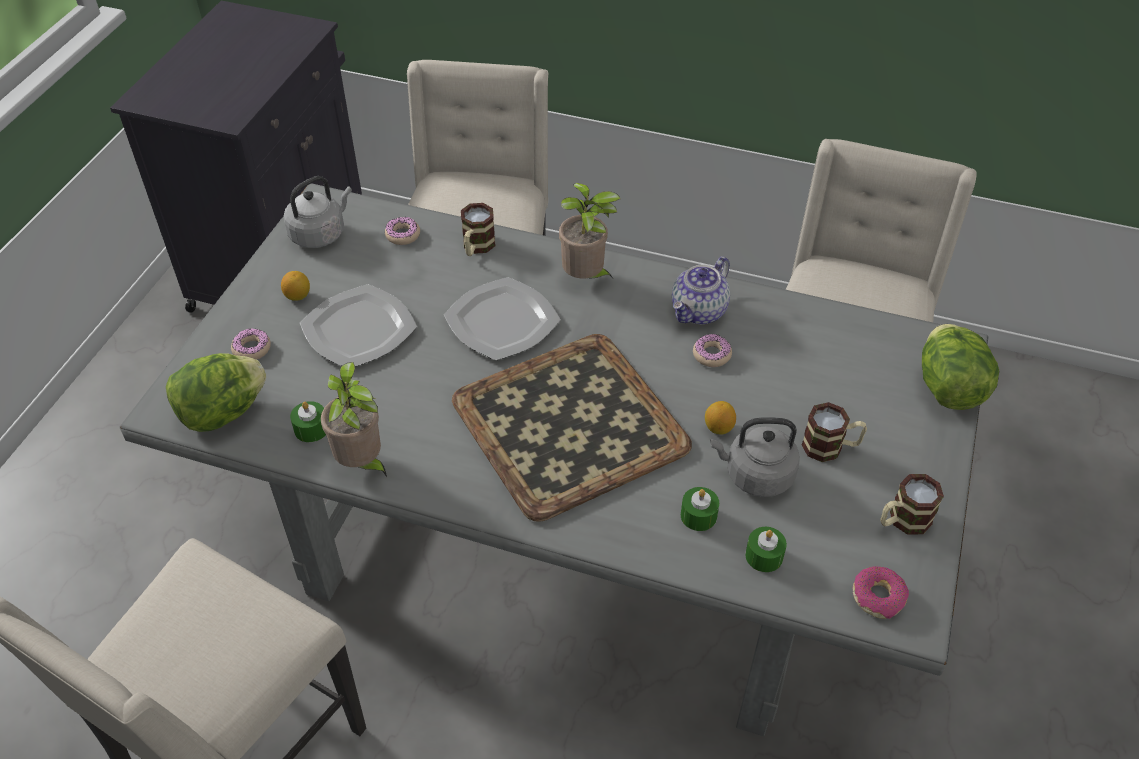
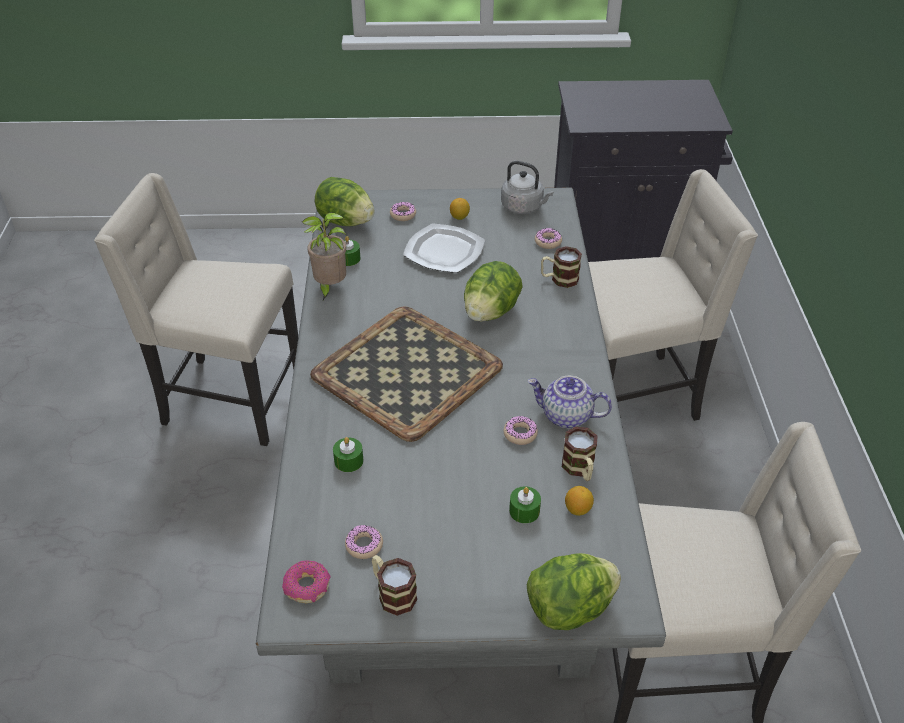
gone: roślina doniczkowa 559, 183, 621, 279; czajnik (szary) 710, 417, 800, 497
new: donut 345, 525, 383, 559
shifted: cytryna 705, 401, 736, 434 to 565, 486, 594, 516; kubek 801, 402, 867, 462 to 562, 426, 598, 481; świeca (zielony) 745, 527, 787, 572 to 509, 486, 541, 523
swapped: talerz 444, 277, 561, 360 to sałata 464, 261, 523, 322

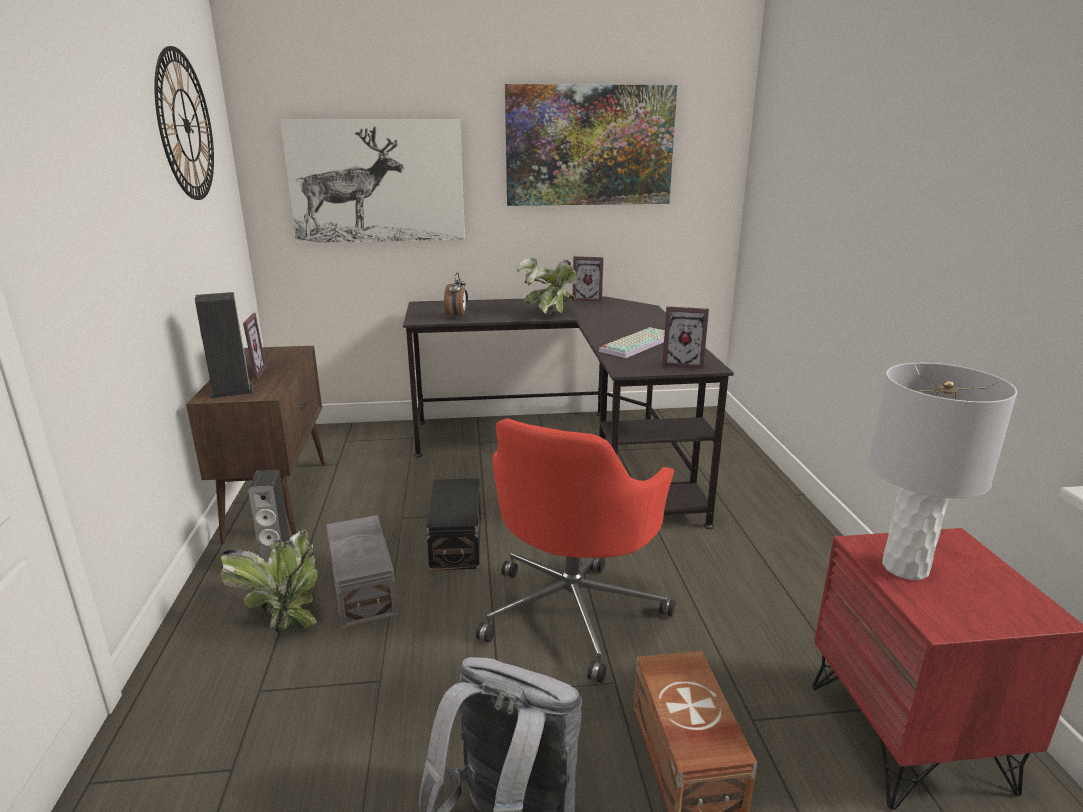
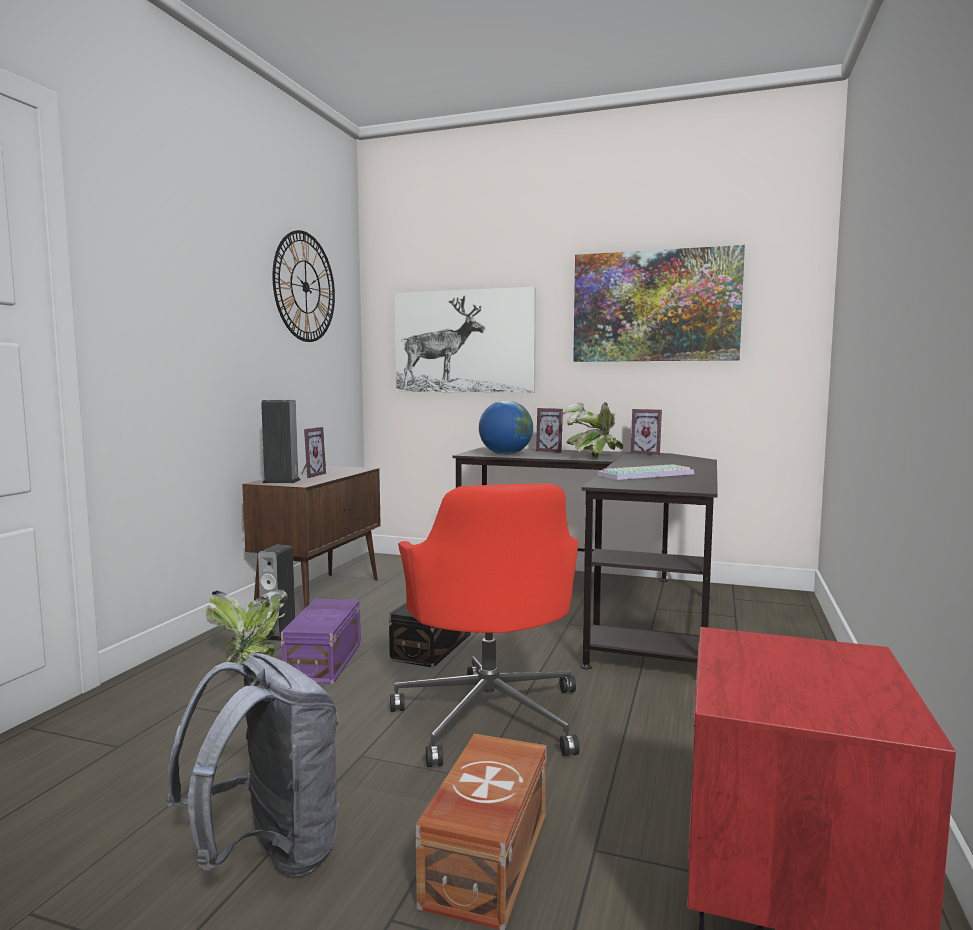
gone: lampa stołowa (szary) 869, 363, 1017, 580
shifted: ramka na zdjęcie 662, 306, 709, 370 to 536, 408, 563, 453
swapped: budzik 444, 273, 468, 320 to globus 479, 400, 533, 455
repainted: pojemnik do przechowywania (szary) 326, 515, 398, 629 to pojemnik do przechowywania (fioletowy) 281, 599, 361, 684
rotated: krzesło biurowe (czerwony) 476, 419, 675, 683 = 390, 484, 580, 767 60 degrees counterclockwise

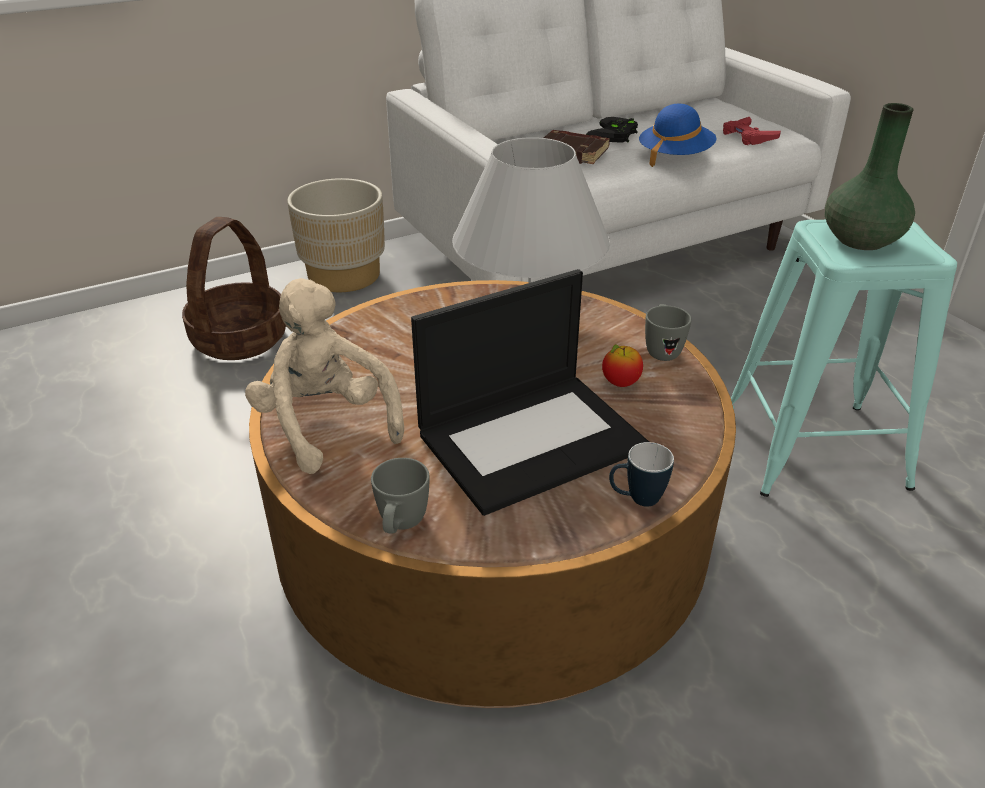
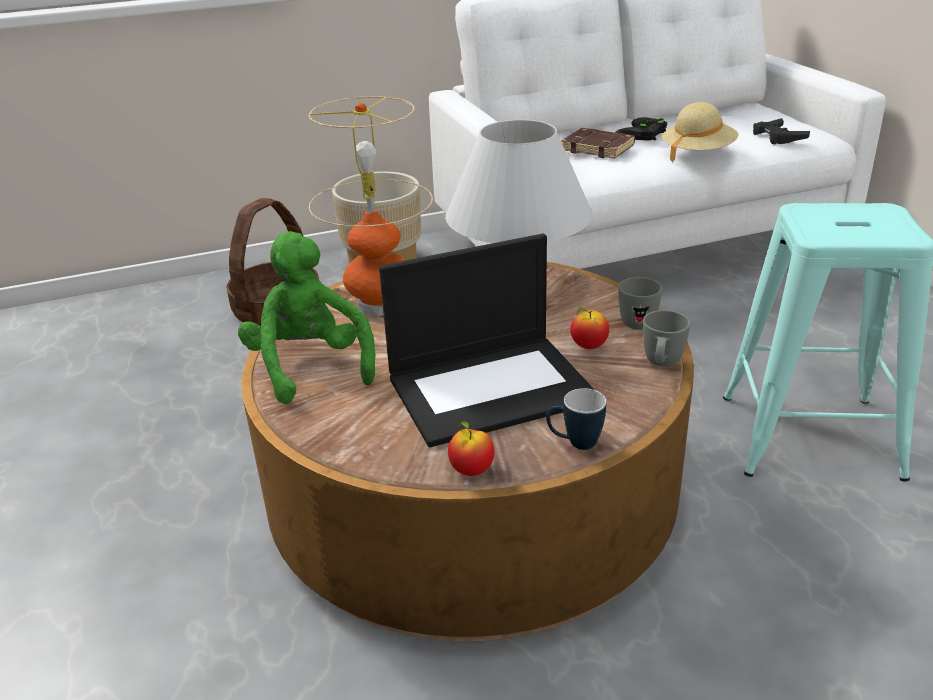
gone: wazon (zielony) 825, 103, 915, 250
new: lampa stołowa 309, 96, 433, 316; jabłko 448, 420, 494, 476
shifted: kubek (szary) 371, 458, 430, 533 to 643, 310, 691, 367
repainted: kapelusz (niebieski) 639, 104, 717, 167 to kapelusz (beżowy) 662, 102, 739, 162; pad do gier (czerwony) 723, 117, 781, 145 to pad do gier (czarny) 753, 118, 810, 145; pluszak (beżowy) 245, 278, 404, 474 to pluszak (zielony) 238, 231, 375, 404

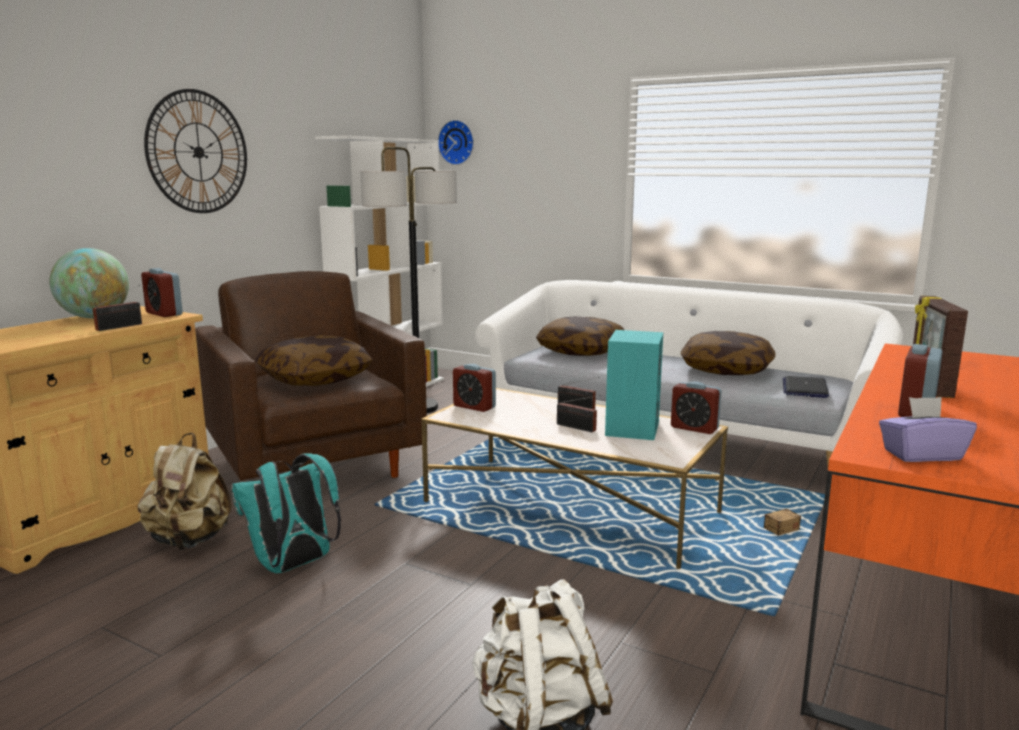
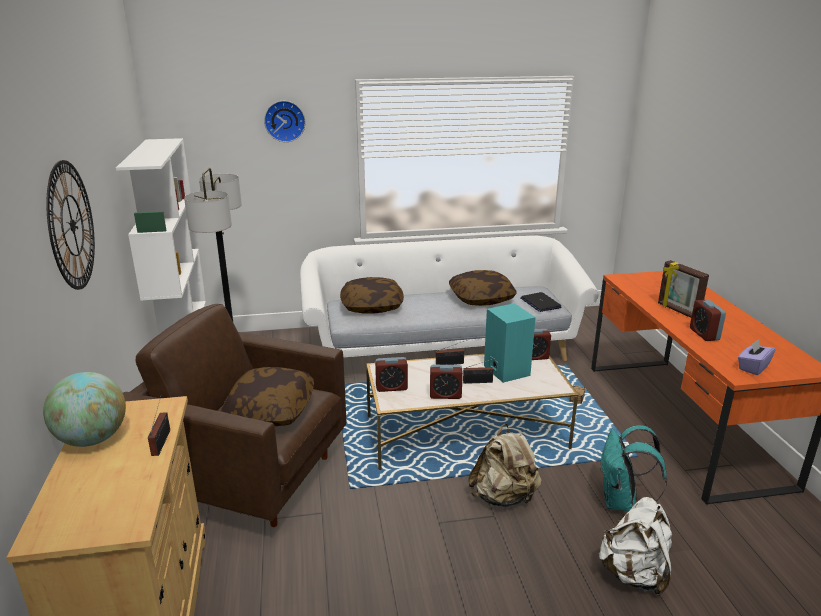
shifted: zegar ścienny 438, 120, 474, 165 to 264, 101, 305, 142; budzik 141, 268, 183, 317 to 430, 365, 463, 399; plecak (beżowy) 138, 433, 231, 550 to 468, 424, 542, 507; plecak (turkusowy) 231, 453, 341, 573 to 600, 425, 667, 512

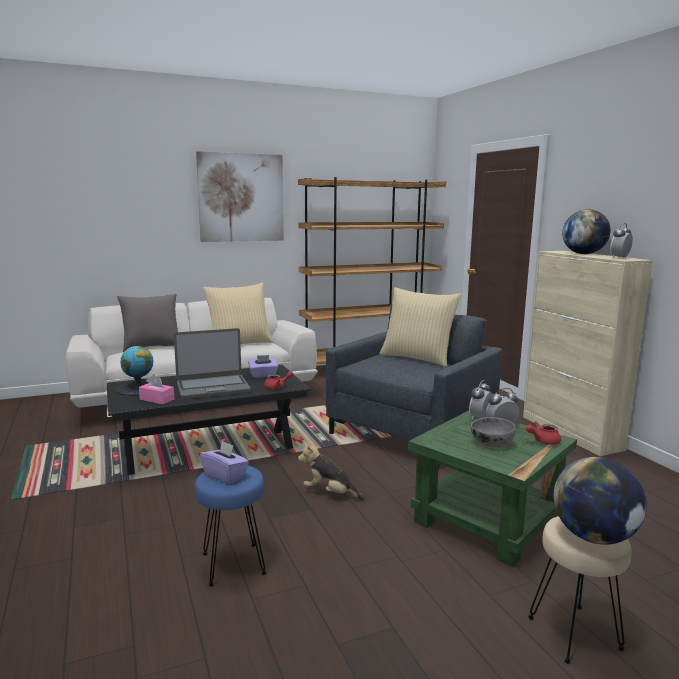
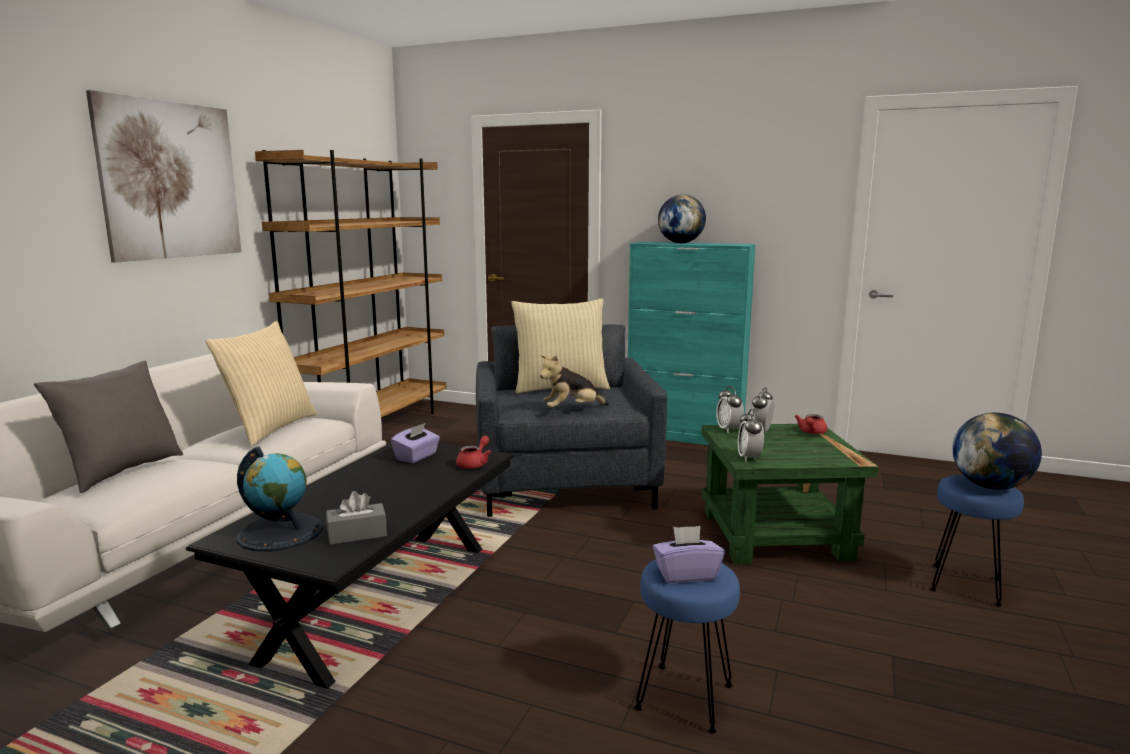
gone: laptop 174, 328, 251, 399; miska (szary) 471, 417, 516, 447
shifted: budzik 610, 223, 633, 259 to 738, 409, 764, 462; pluszak 298, 441, 366, 500 to 540, 355, 609, 407
repainted: szafka (beżowy) 523, 251, 653, 456 to szafka (turkusowy) 628, 242, 756, 445; pudełko chusteczek (różowy) 139, 375, 174, 404 to pudełko chusteczek (szary) 326, 491, 387, 545; stołek (beżowy) 528, 516, 632, 664 to stołek (niebieski) 930, 475, 1024, 607

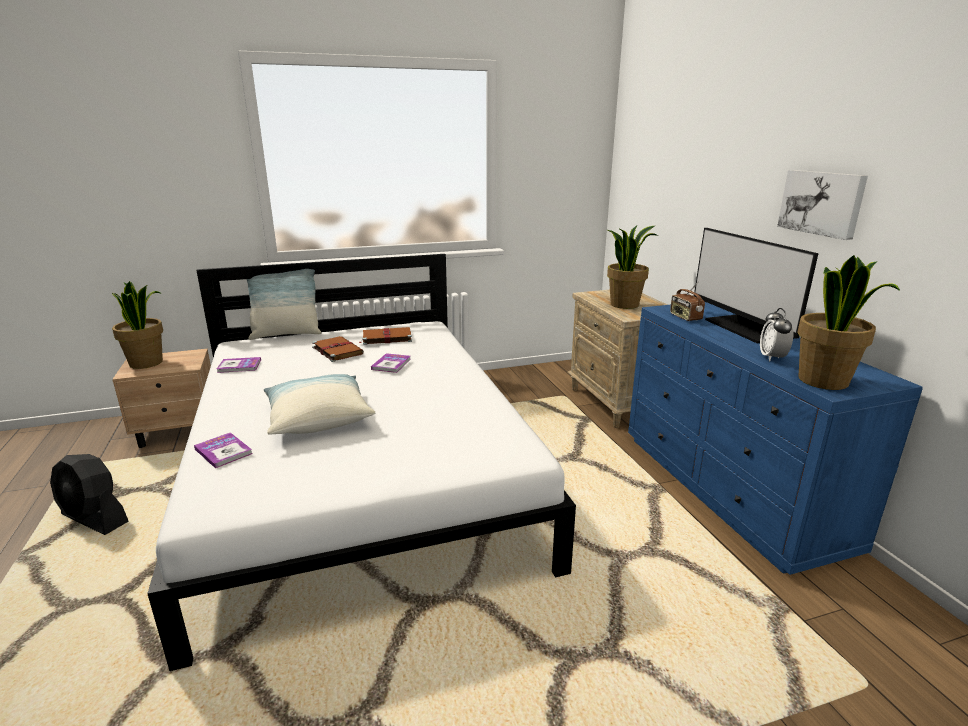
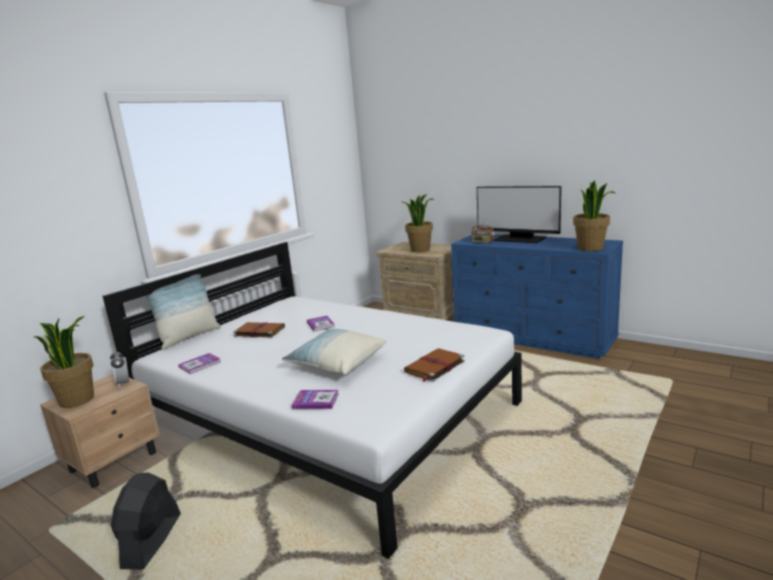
gone: obraz 777, 170, 868, 240
shifted: budzik 760, 308, 793, 361 to 110, 349, 129, 388; książka (brązowy) 360, 327, 412, 345 to 404, 348, 465, 382
rotated: wentylator (czarny) 50, 454, 129, 535 = 111, 472, 181, 570 105 degrees clockwise

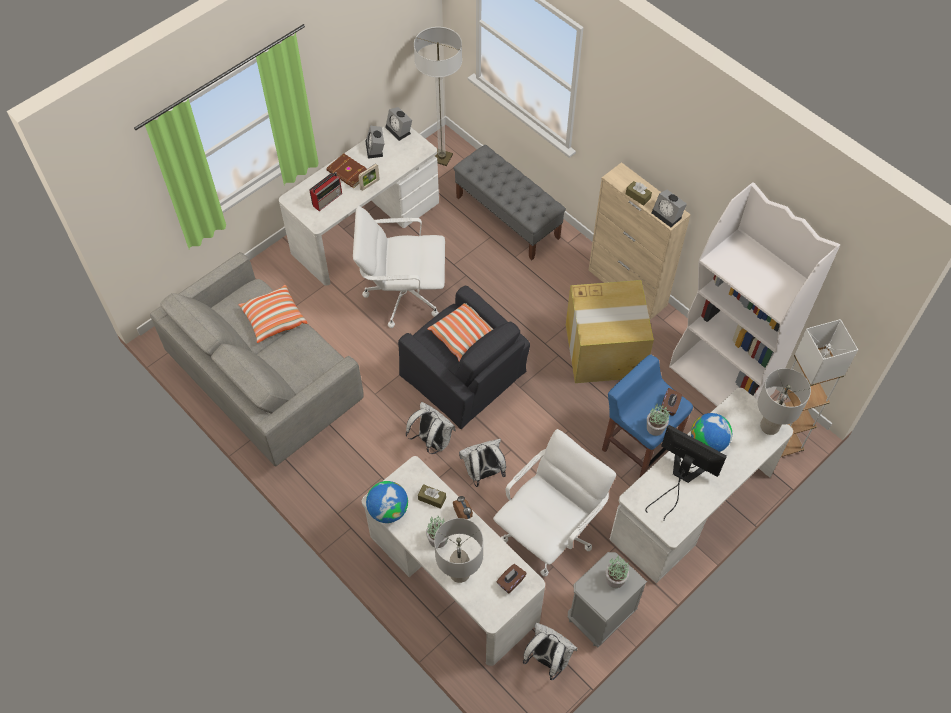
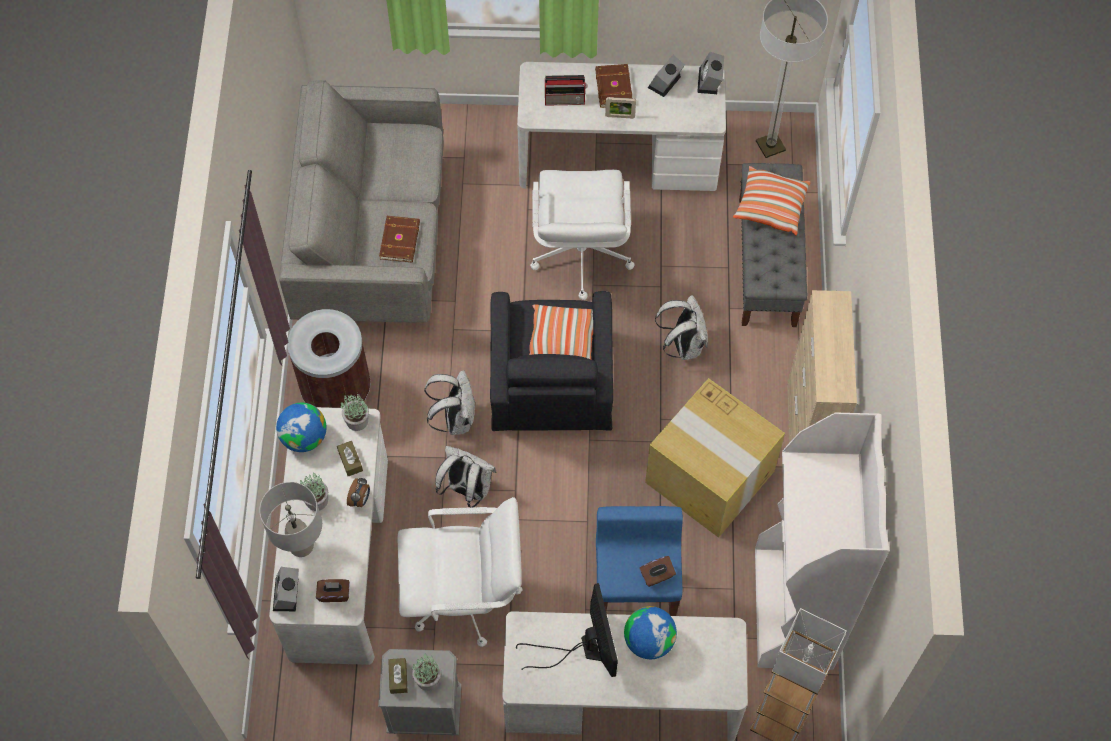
gone: lampa stołowa (szary) 758, 368, 811, 435
new: książka (brązowy) 379, 216, 420, 263; kosz na śmieci (brązowy) 287, 309, 371, 408
shifted: pudełko chusteczek (brązowy) 626, 181, 652, 206 to 388, 658, 408, 694; budzik 651, 190, 687, 227 to 273, 567, 299, 611; poduszka 238, 285, 307, 343 to 733, 166, 810, 235; roślina doniczkowa 647, 403, 670, 436 to 341, 394, 369, 431; plecak (biały) 523, 623, 577, 680 to 655, 295, 708, 360
rotated: krzesło biurowe (biały) 353, 206, 445, 328 = 530, 170, 634, 300 135 degrees counterclockwise

